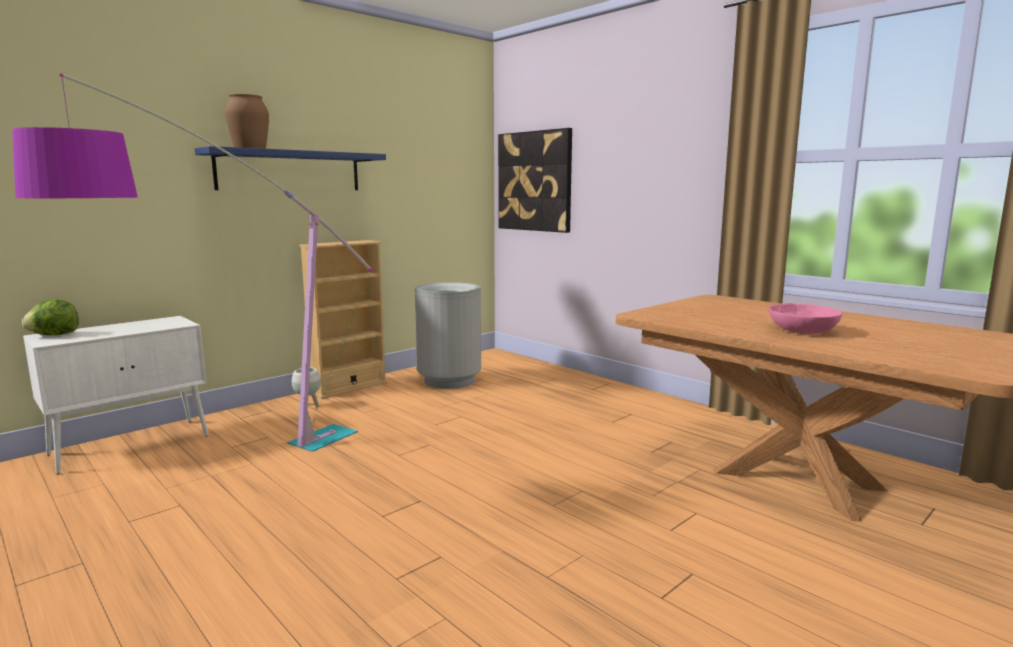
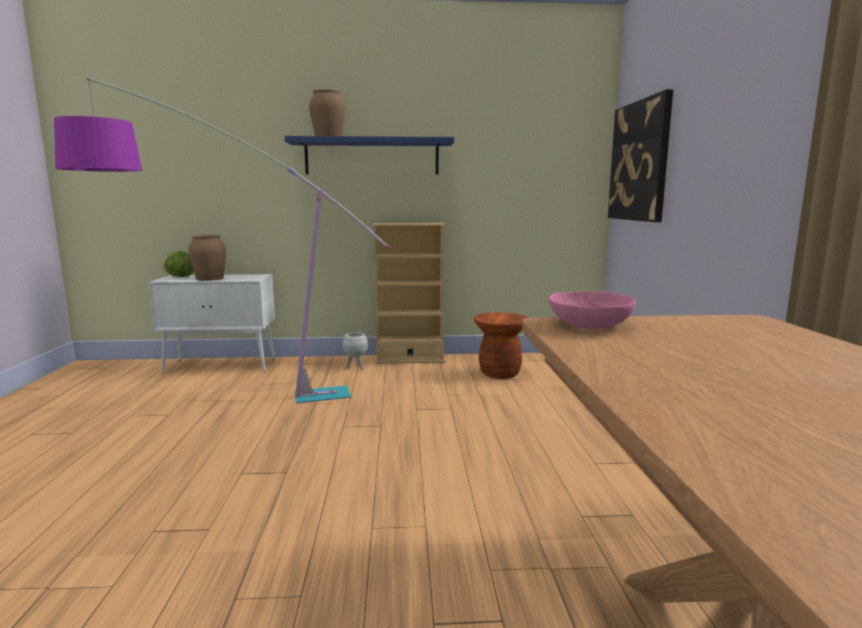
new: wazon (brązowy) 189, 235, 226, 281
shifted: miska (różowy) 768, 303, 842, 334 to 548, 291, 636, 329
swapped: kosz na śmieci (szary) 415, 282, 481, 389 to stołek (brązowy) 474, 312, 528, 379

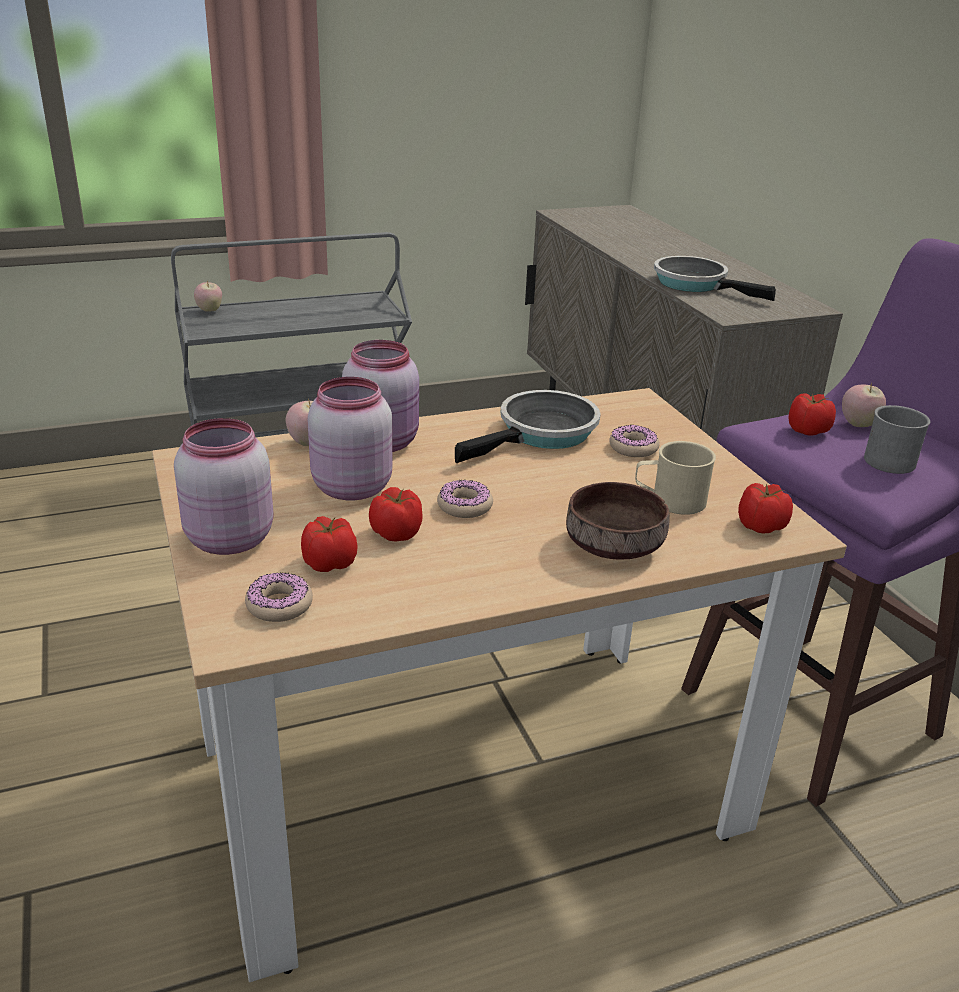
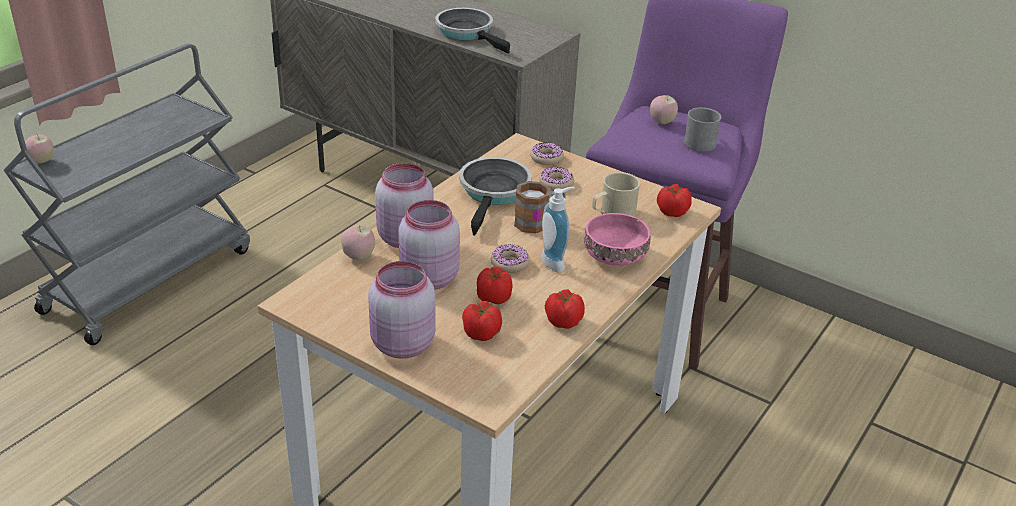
new: kubek 514, 181, 566, 233; dozownik mydła 541, 187, 575, 273
shifted: pomidor 788, 393, 836, 436 to 545, 289, 585, 329; donut 245, 572, 313, 622 to 530, 143, 564, 165
repainted: miska (brązowy) 566, 482, 670, 559 to miska (różowy) 584, 213, 650, 266
rotated: patelnia 654, 256, 776, 301 = 435, 8, 510, 54 45 degrees clockwise

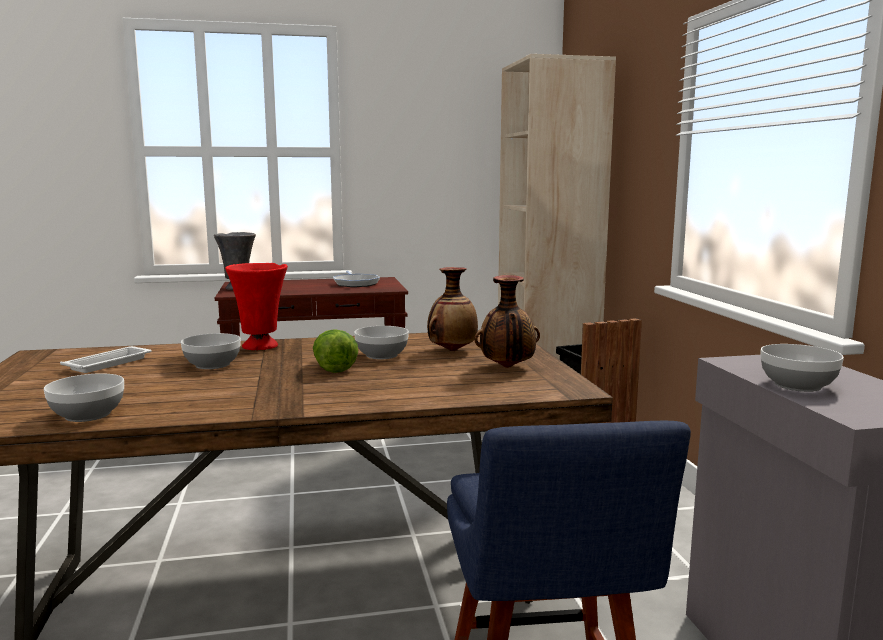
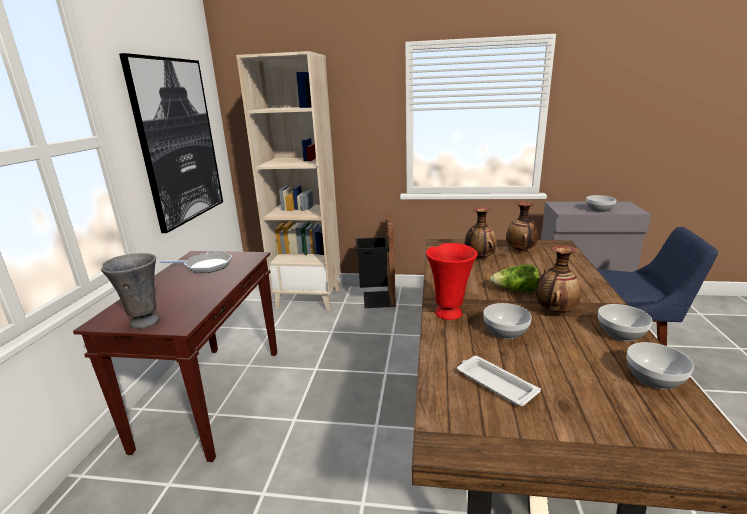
new: obraz 119, 53, 223, 233; wazon 536, 246, 581, 312
shifted: miska 354, 326, 409, 359 to 598, 304, 653, 341

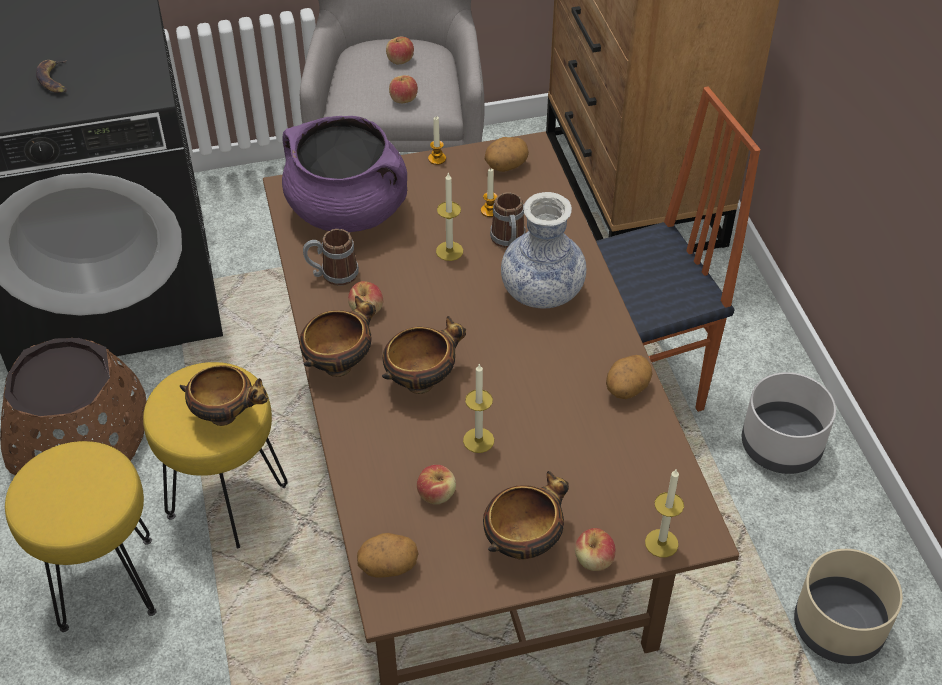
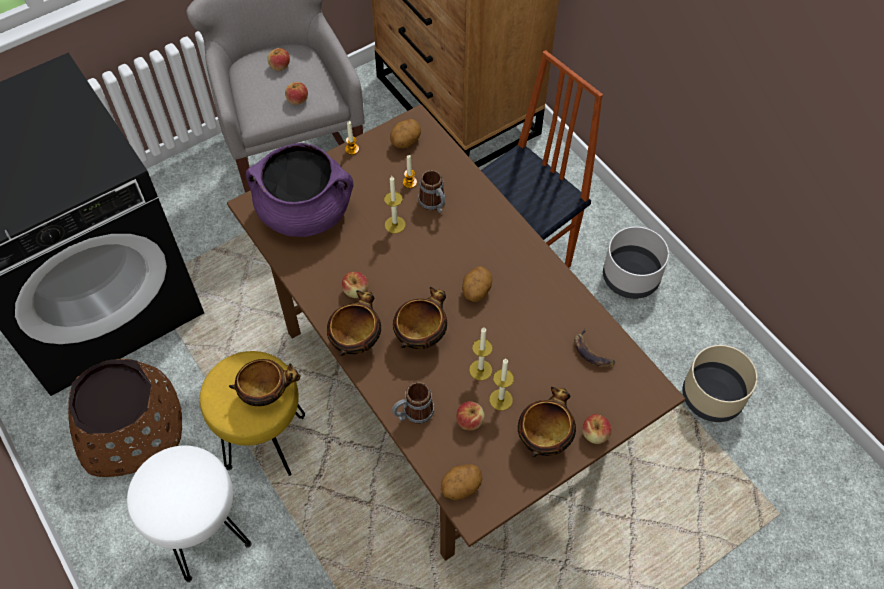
gone: wazon 501, 192, 586, 308
shifted: banan 36, 60, 67, 93 to 574, 328, 615, 367; kubek 303, 229, 359, 286 to 392, 382, 434, 424; ziemniak 606, 355, 653, 399 to 462, 266, 492, 302; świeca 645, 470, 684, 558 to 489, 359, 514, 411
repainted: stołek (żółty) 5, 441, 156, 632 to stołek (biały) 127, 445, 252, 582

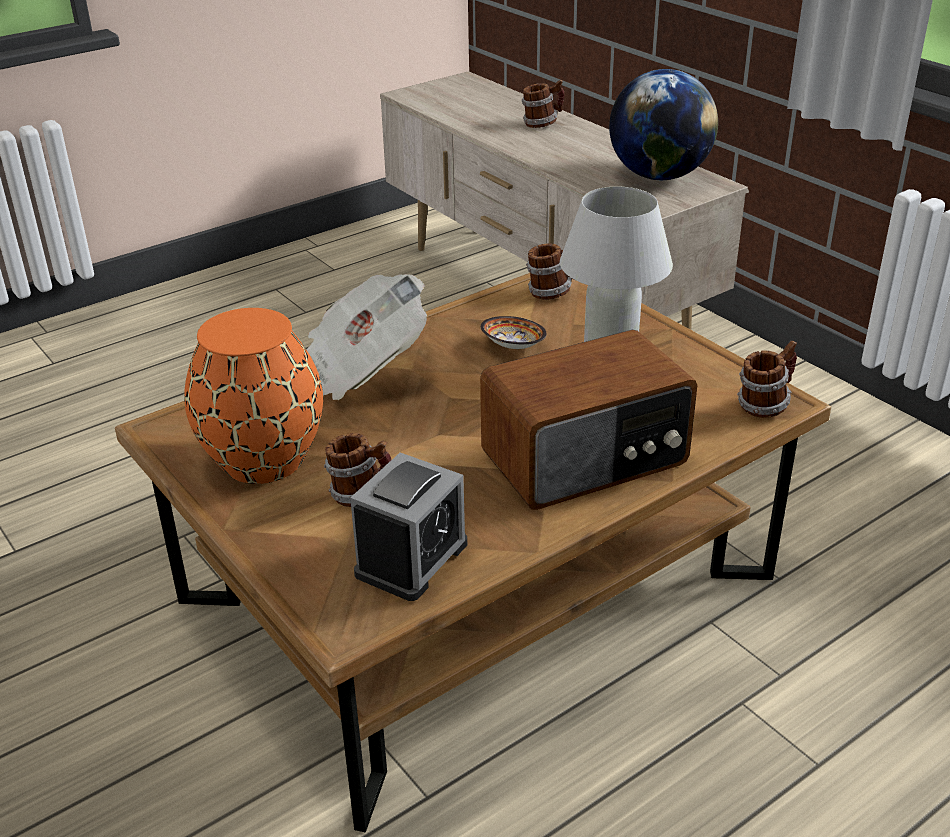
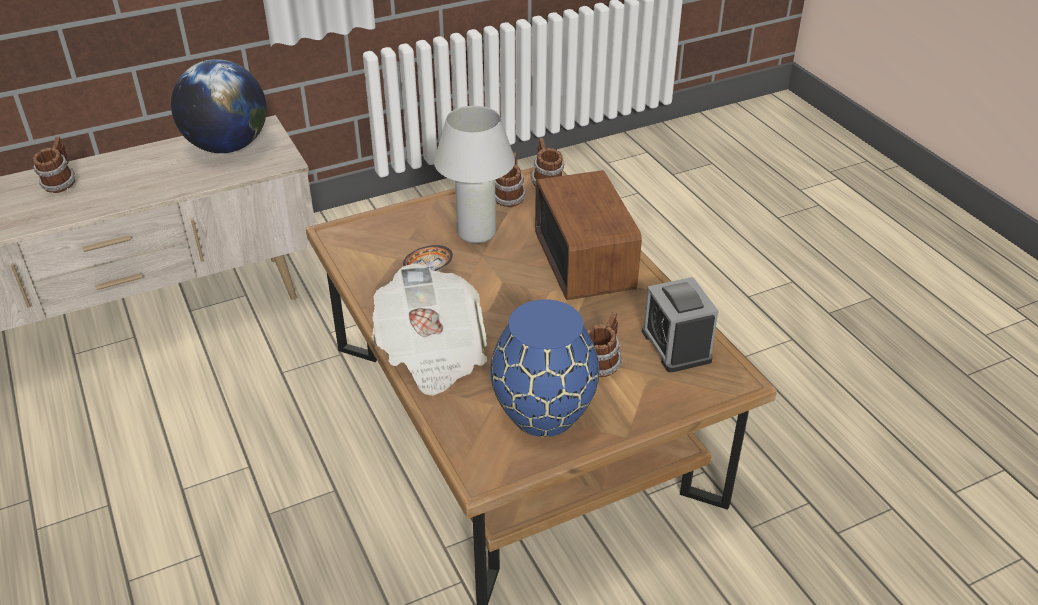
shifted: kubek 526, 243, 572, 300 to 495, 152, 527, 207
repainted: wazon (pomarańczowy) 184, 308, 323, 484 to wazon (niebieski) 490, 299, 599, 437
rotated: budzik 350, 452, 467, 601 = 642, 277, 718, 372 150 degrees counterclockwise

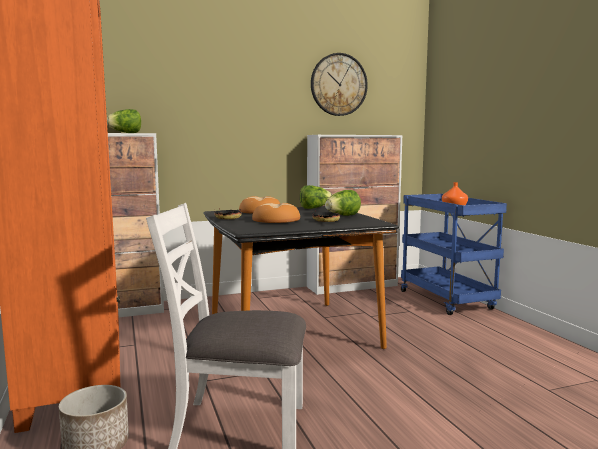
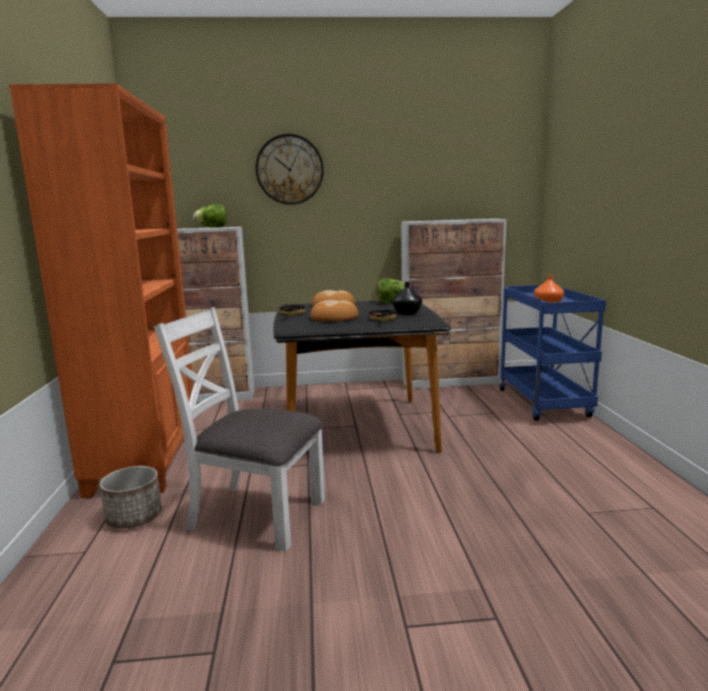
shifted: zegar ścienny 311, 53, 368, 116 to 256, 134, 324, 205
swapped: sałata 325, 190, 361, 216 to wazon (czarny) 392, 282, 422, 315

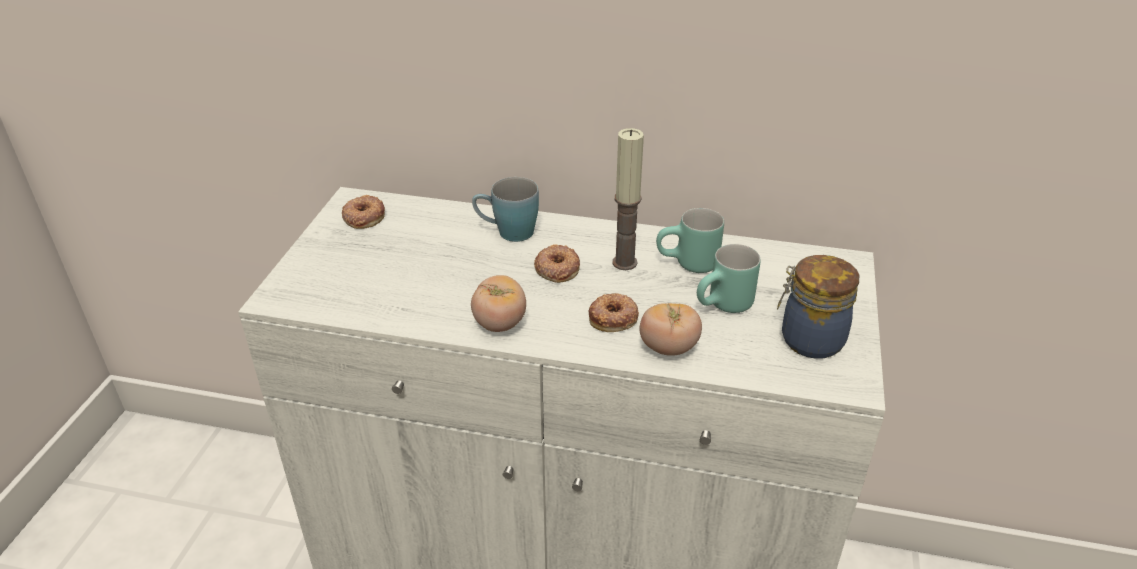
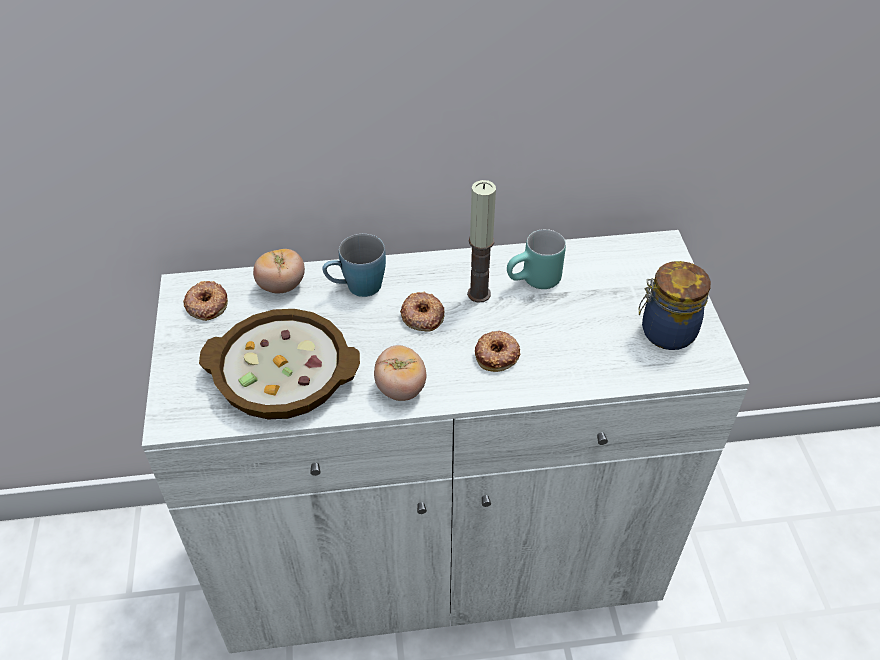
gone: kubek (turkusowy) 697, 244, 761, 313
new: miska 199, 309, 360, 419
shifted: pomidor 640, 303, 702, 356 to 253, 249, 305, 294

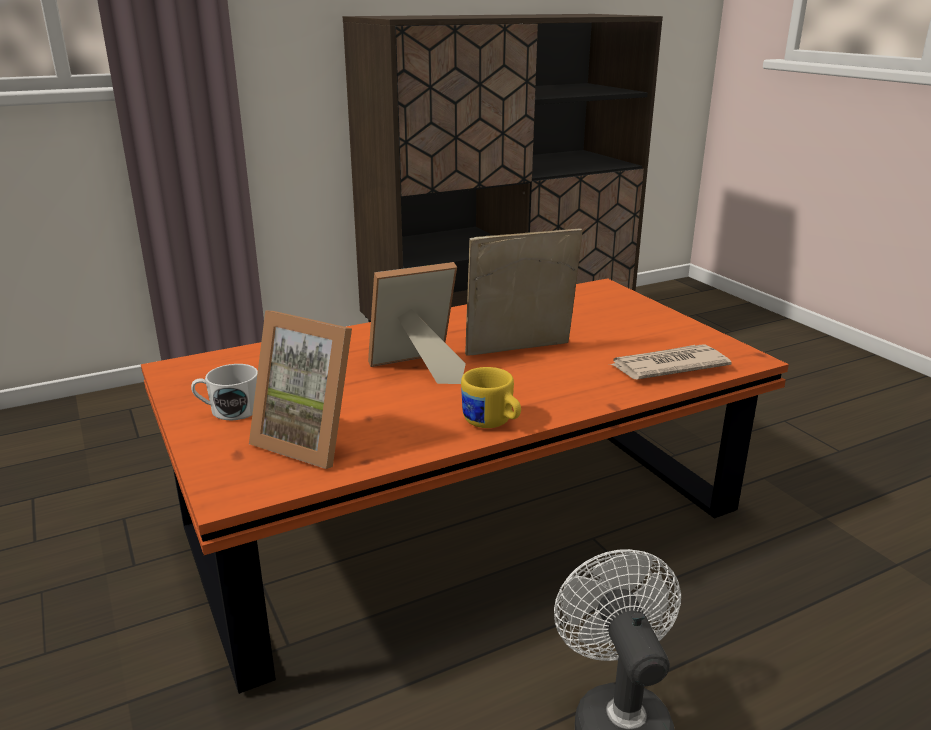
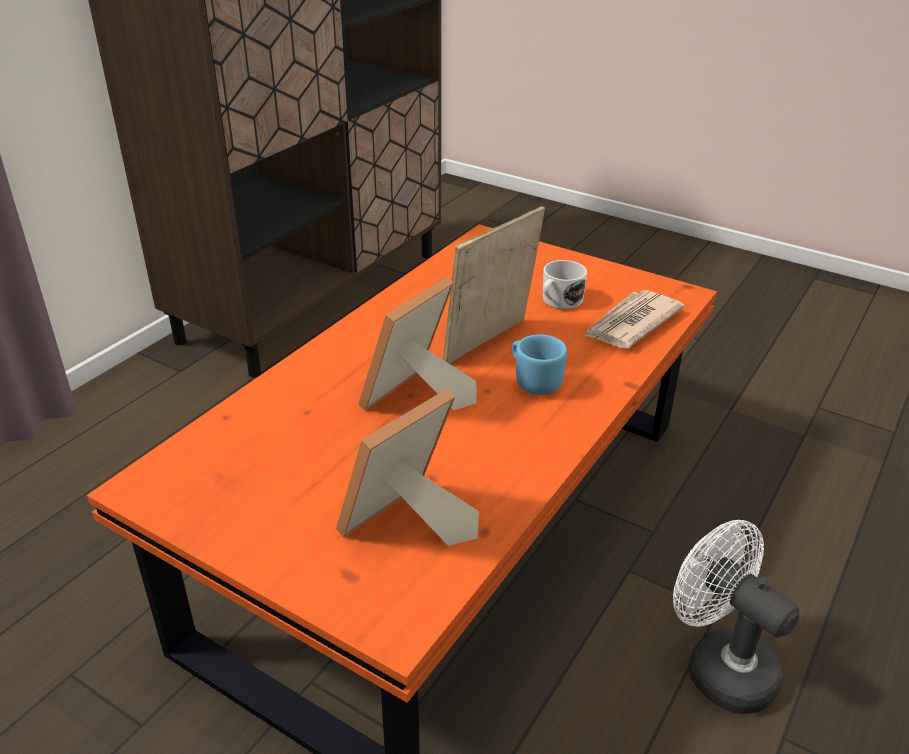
gone: kubek (żółty) 461, 367, 521, 428
new: kubek (niebieski) 512, 334, 567, 395
shifted: kubek (biały) 191, 364, 258, 420 to 543, 260, 587, 309
rotated: ramka na zdjęcie 249, 311, 352, 469 = 336, 389, 479, 546 135 degrees clockwise

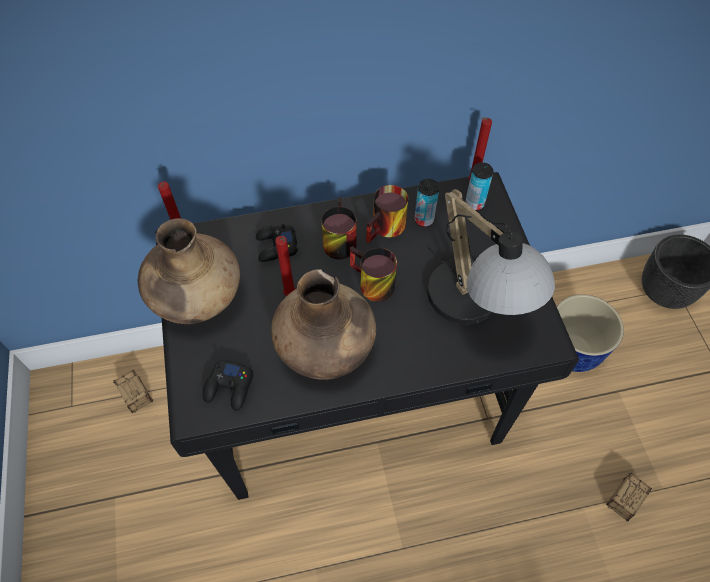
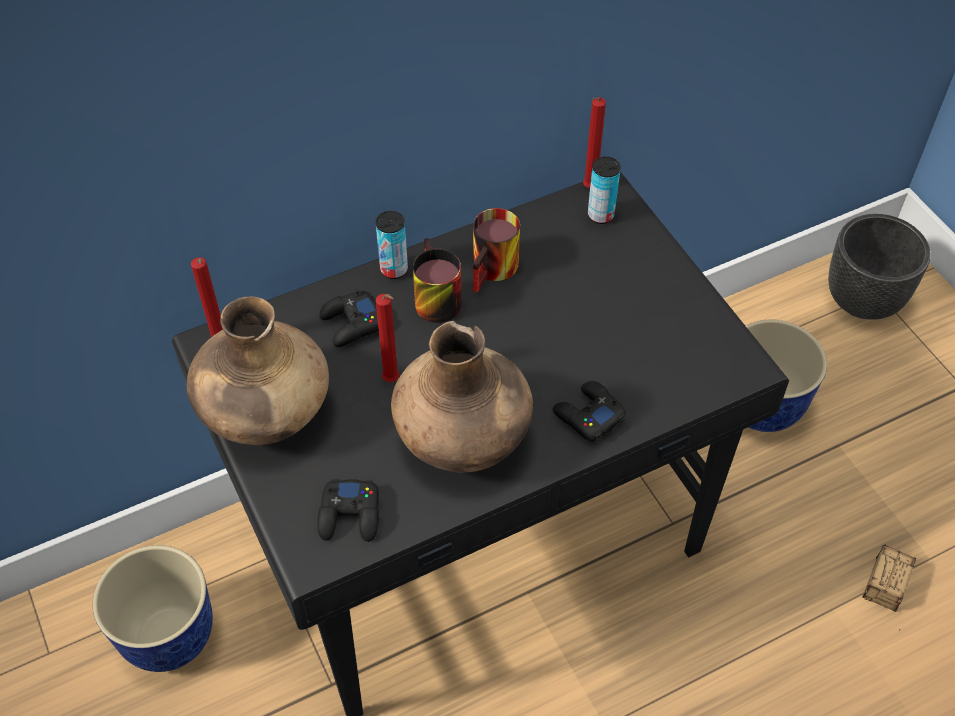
gone: lampa stołowa 427, 189, 555, 324; kubek 350, 246, 397, 302
new: pad do gier (czarny) 552, 381, 625, 441
shifted: puszka 414, 179, 439, 227 to 376, 211, 408, 279
swapped: pojemnik do przechowywania 113, 370, 153, 413 to donica 93, 545, 213, 672

